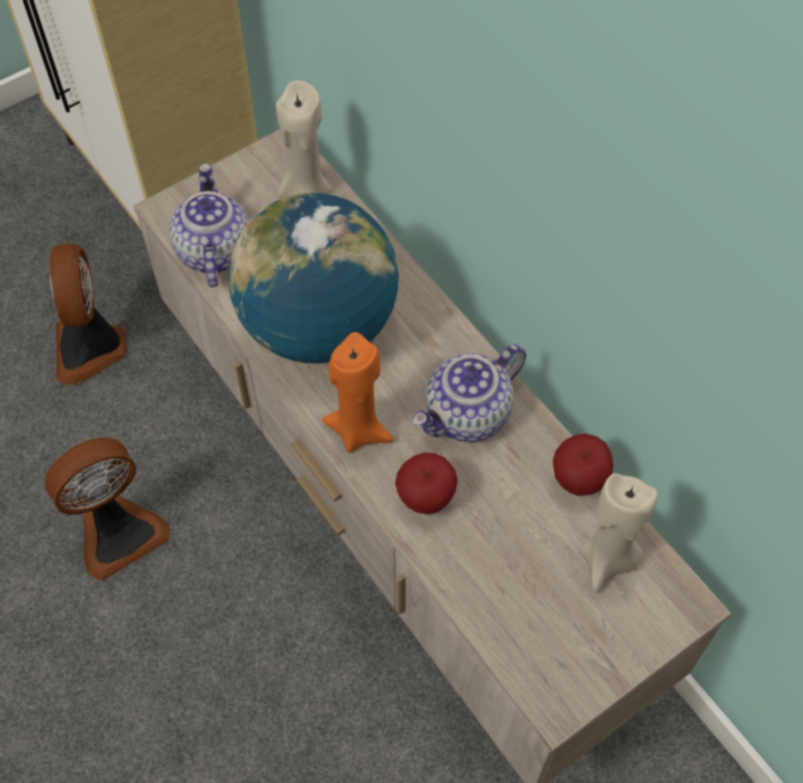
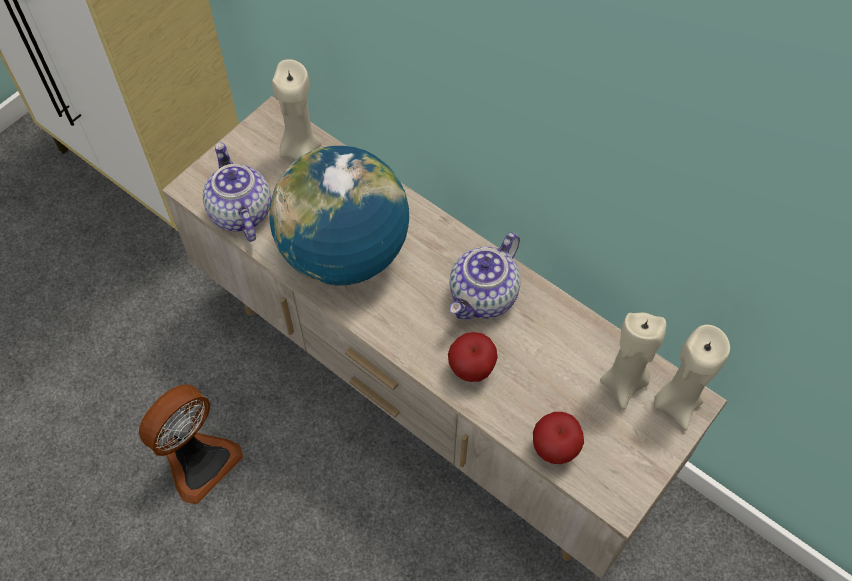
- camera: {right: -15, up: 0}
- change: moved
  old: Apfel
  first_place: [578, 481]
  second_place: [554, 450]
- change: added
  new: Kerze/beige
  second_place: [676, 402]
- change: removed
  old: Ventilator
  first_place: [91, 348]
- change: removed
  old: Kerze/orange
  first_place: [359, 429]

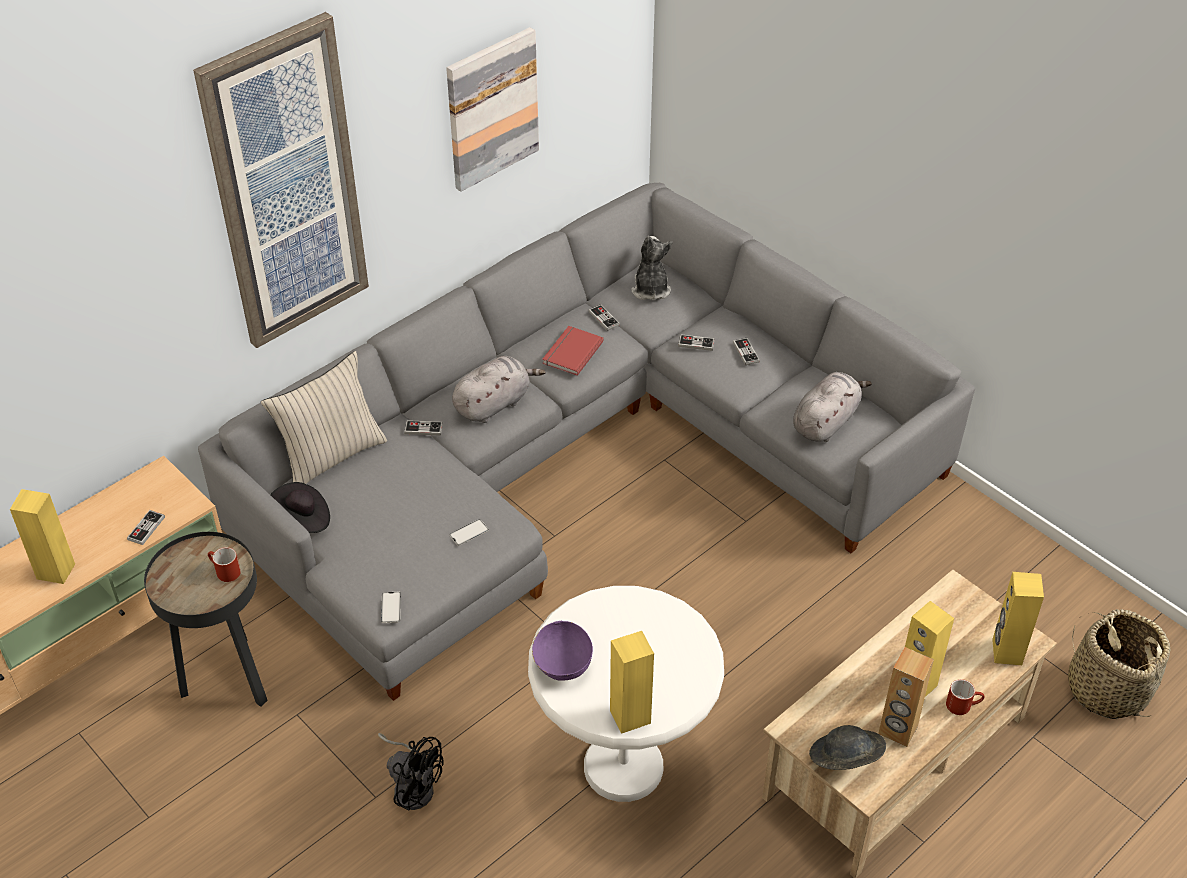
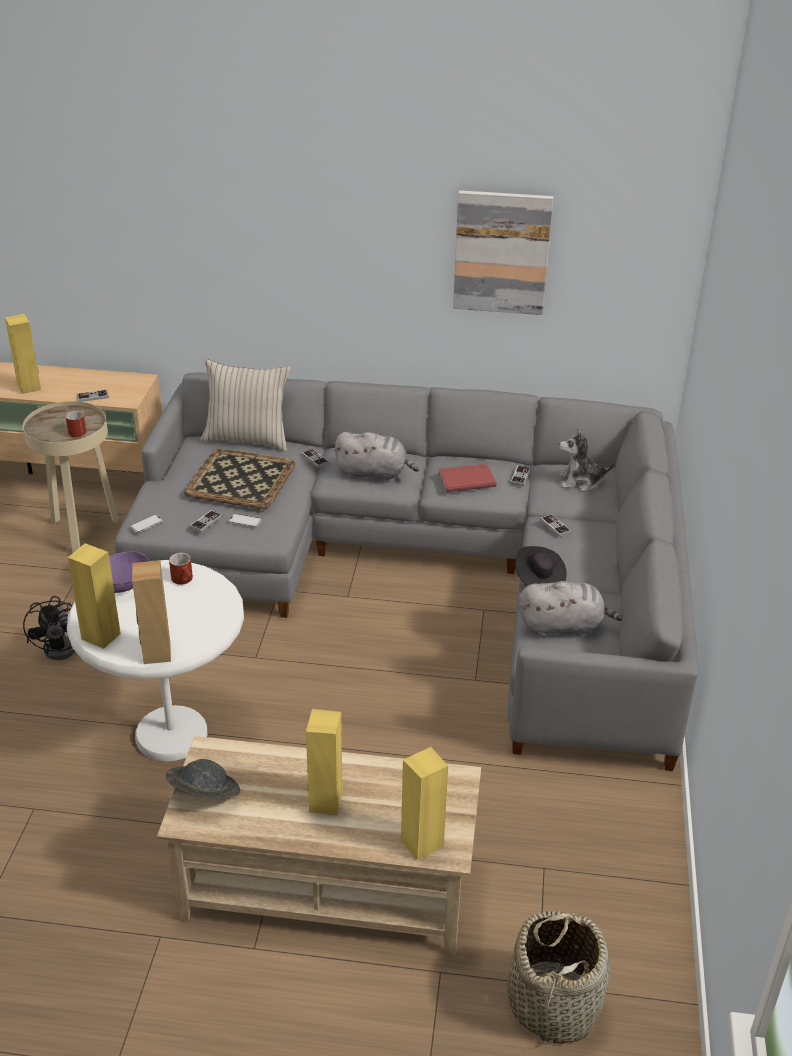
- camera: {right: 50, up: -10}
- change: recoloured
  old: Beistelltisch/schwarz
  new: Beistelltisch/beige
  first_place: [229, 679]
  second_place: [83, 532]
- change: moved
  old: Lautsprecher/braun
  first_place: [897, 730]
  second_place: [156, 653]
- change: moved
  old: Henkelbecher/rot
  first_place: [963, 705]
  second_place: [184, 580]
- change: added
  new: Tablett
  second_place: [242, 479]
- change: moved
  old: Gamepad
  first_place: [746, 352]
  second_place: [206, 522]
- change: moved
  old: Hut/schwarz
  first_place: [302, 519]
  second_place: [538, 581]
- change: turned
  old: Plüschtier
  first_place: [650, 289]
  second_place: [581, 482]
  degrees: -135
- change: removed
  old: Bild
  first_place: [286, 186]

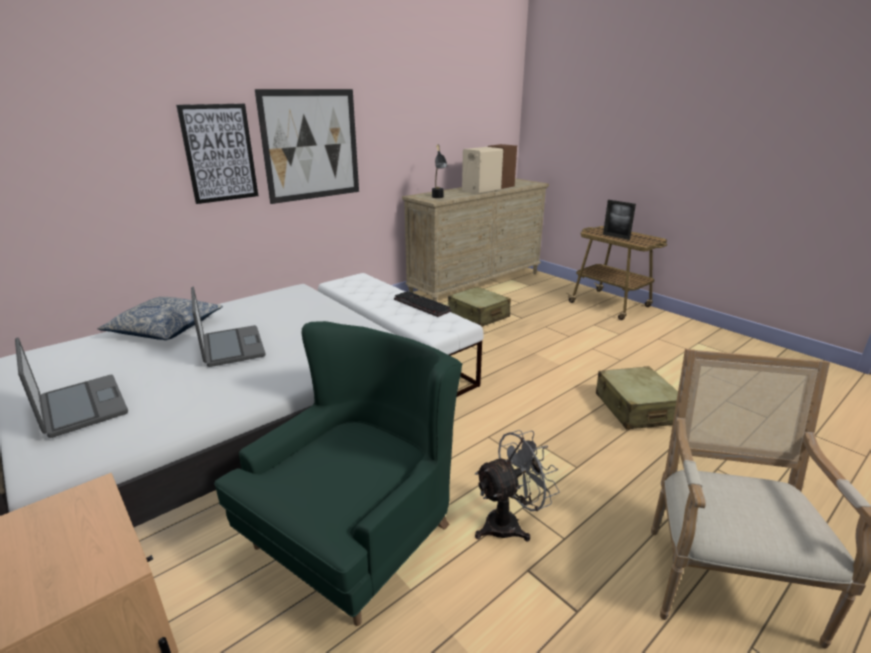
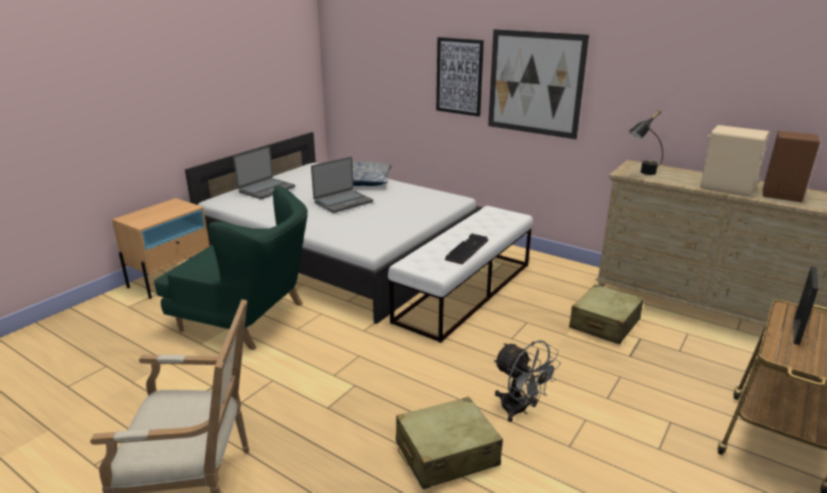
- camera: {right: 75, up: 0}
- change: moved
  old: Ventilator/grau
  first_place: [509, 523]
  second_place: [520, 410]

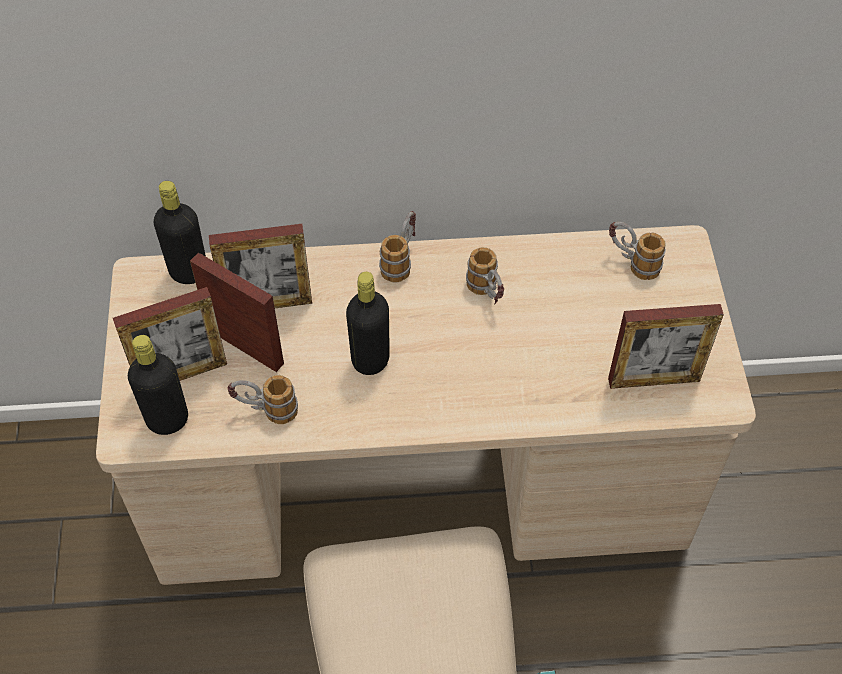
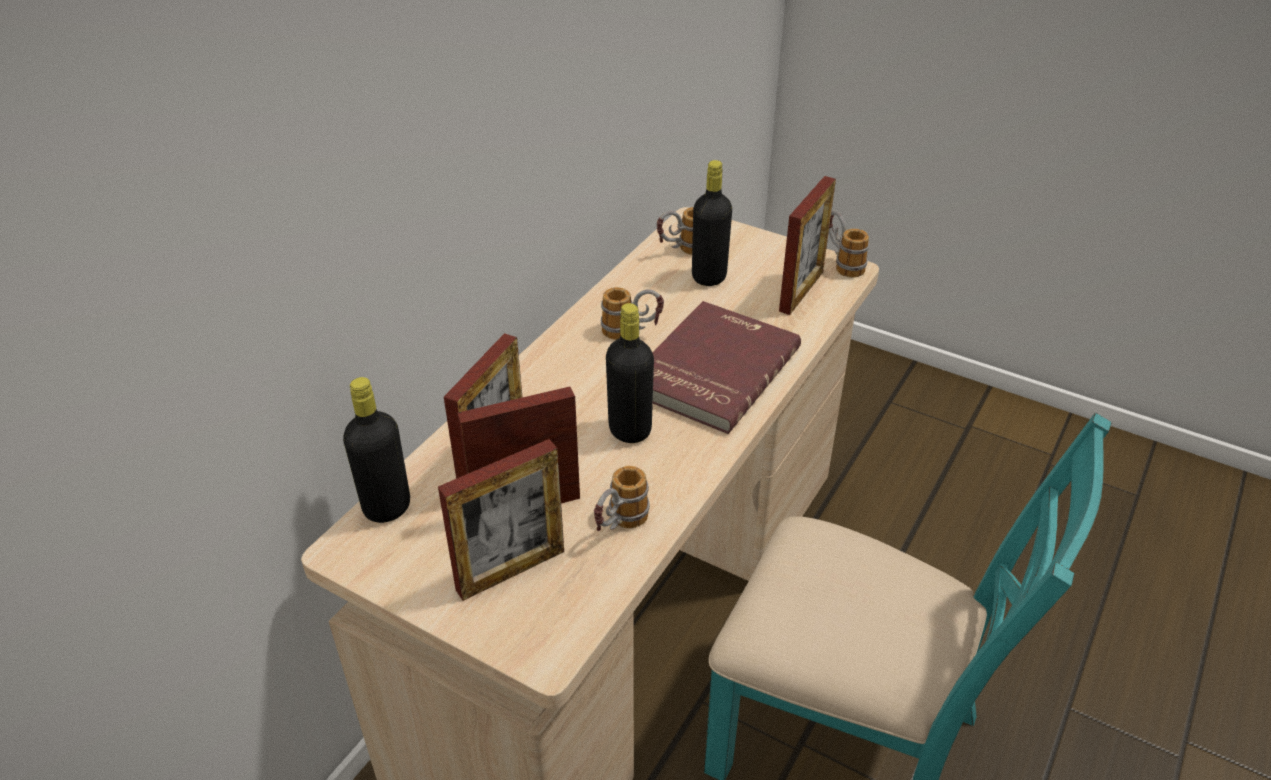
- camera: {right: -55, up: -15}
- change: turned
  old: Bilderrahmen
  first_place: [182, 374]
  second_place: [510, 570]
  degrees: 45
- change: added
  new: Buch/rot
  second_place: [711, 369]
- change: moved
  old: Flasche/schwarz
  first_place: [167, 420]
  second_place: [709, 277]
- change: moved
  old: Henkelbecher
  first_place: [401, 260]
  second_place: [841, 263]

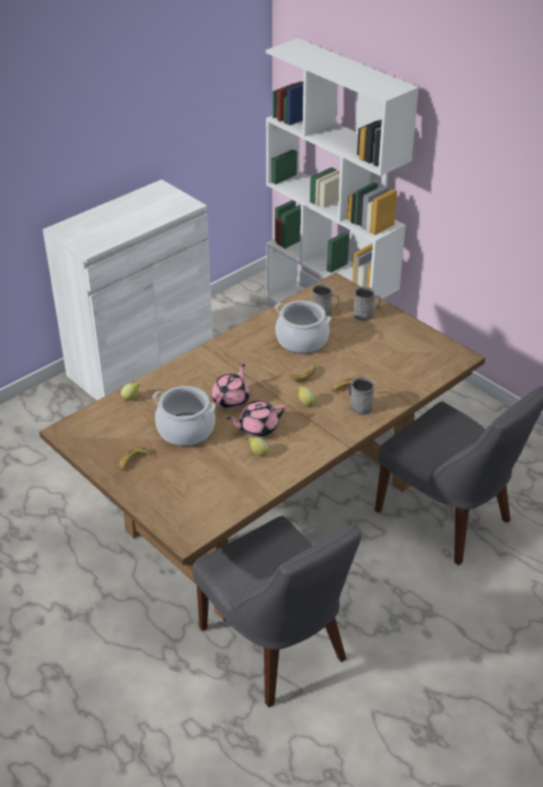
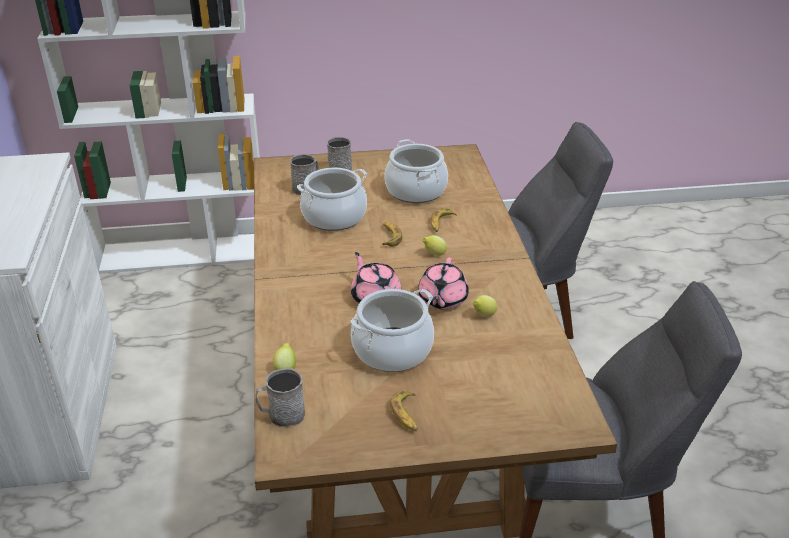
- camera: {right: -55, up: -5}
- change: moved
  old: Henkelbecher/grau
  first_place: [358, 406]
  second_place: [281, 415]
- change: added
  new: Kochtopf
  second_place: [415, 191]

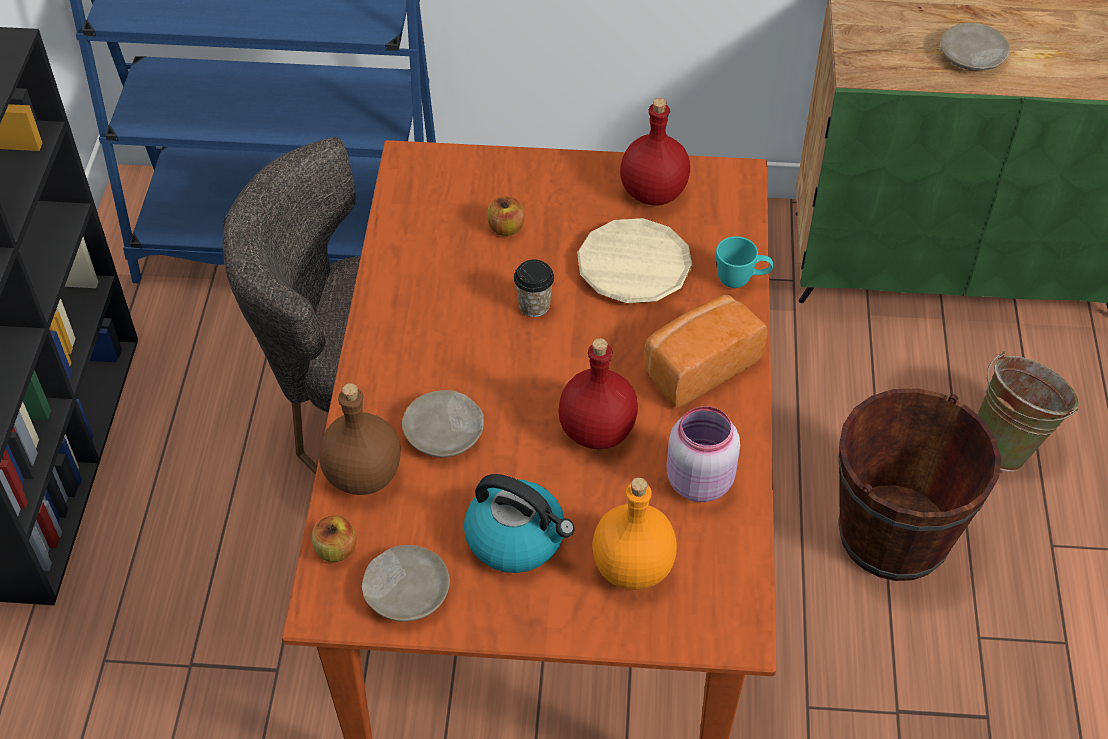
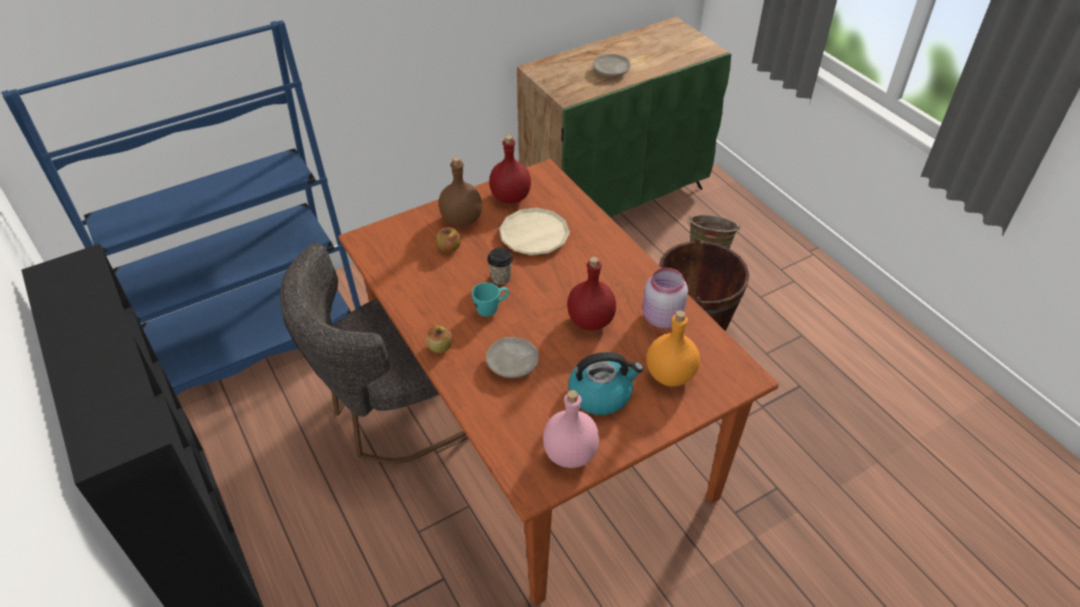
- camera: {right: -35, up: -5}
- change: moved
  old: Apfel
  first_place: [336, 550]
  second_place: [440, 347]
- change: moved
  old: Flasche/braun
  first_place: [364, 474]
  second_place: [461, 219]
- change: moved
  old: Henkelbecher/türkis
  first_place: [741, 280]
  second_place: [491, 309]
- change: replaced
  old: Teller/beige
  new: Flasche/rosa
  first_place: [407, 591]
  second_place: [569, 453]
- change: removed
  old: Brot
  first_place: [698, 365]

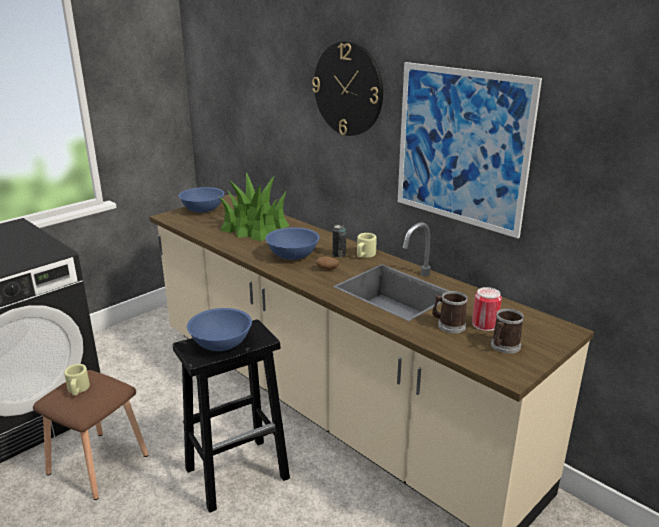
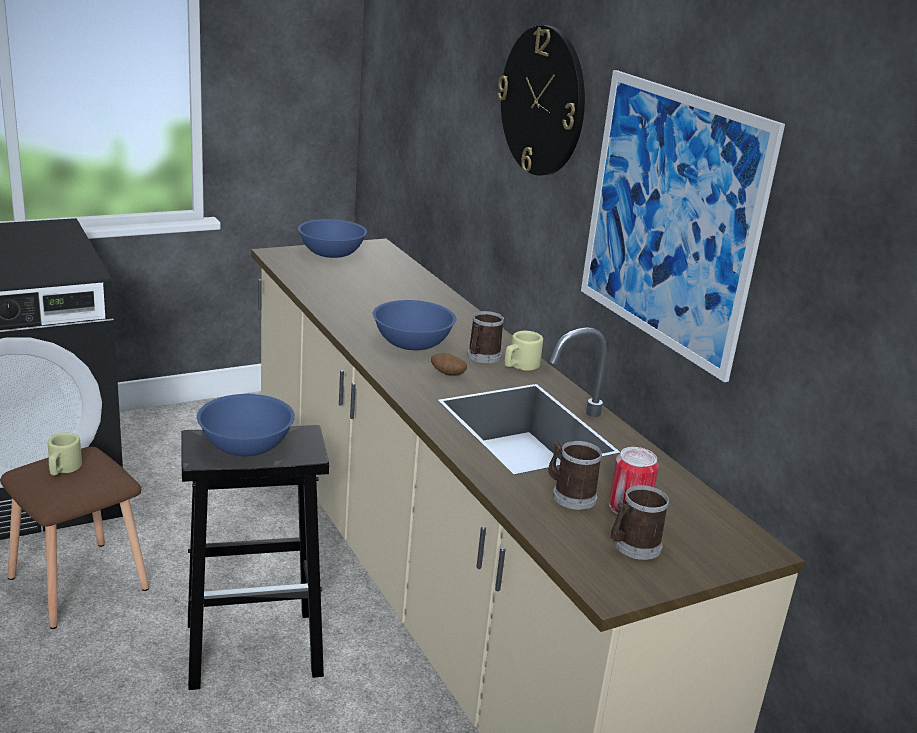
- camera: {right: 15, up: 0}
- change: replaced
  old: Dose
  new: Henkelbecher
  first_place: [339, 254]
  second_place: [482, 357]
- change: removed
  old: Topfpflanze
  first_place: [254, 228]

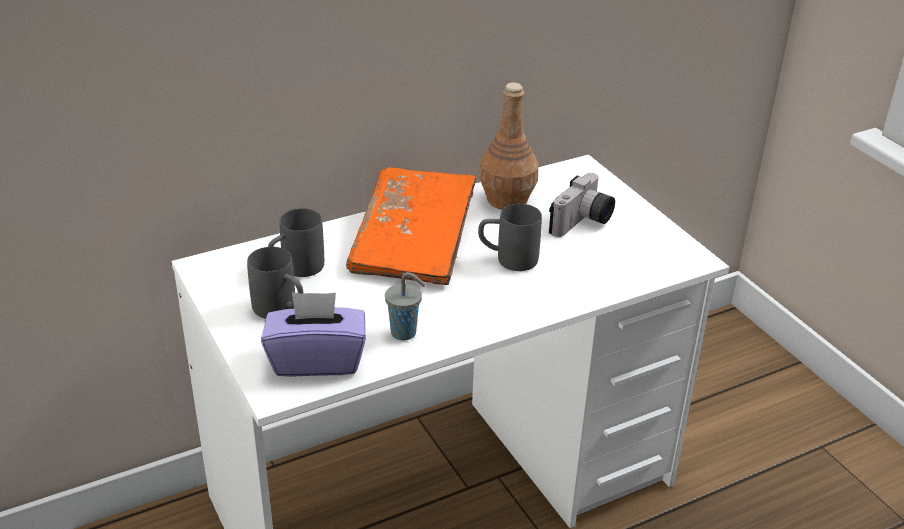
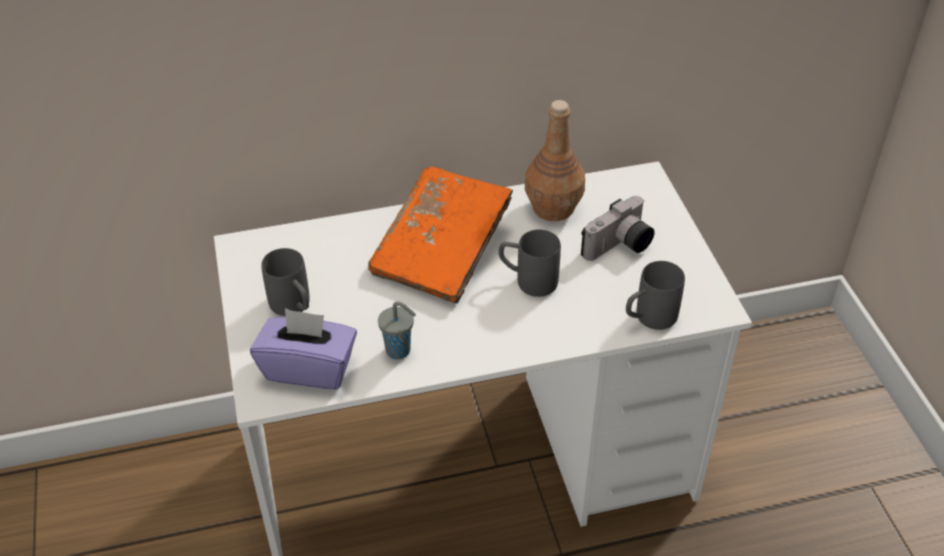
- camera: {right: 15, up: 10}
- change: moved
  old: Henkelbecher/grau
  first_place: [295, 269]
  second_place: [648, 319]

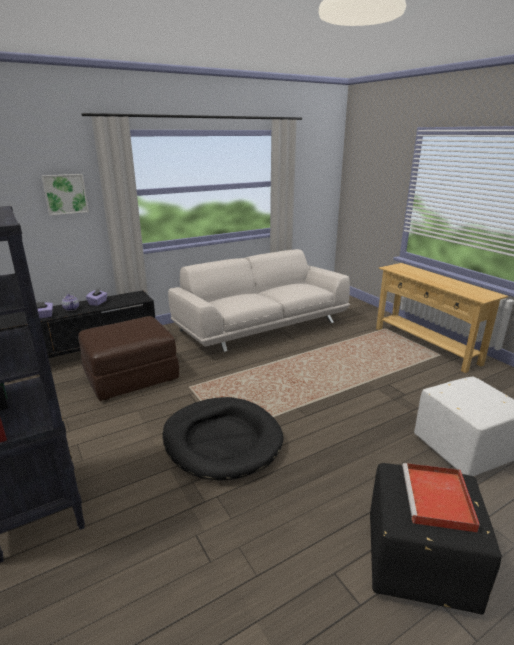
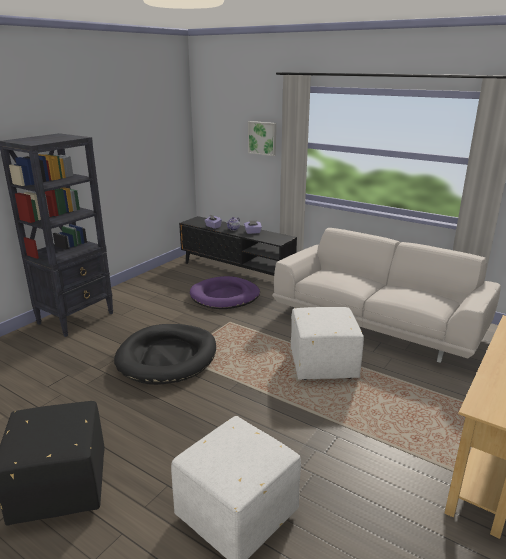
- camera: {right: 65, up: 0}
- change: replaced
  old: Polsterhocker/braun
  new: Hundebett/lila
  first_place: [132, 377]
  second_place: [225, 296]
- change: added
  new: Polsterhocker/weiß
  second_place: [322, 365]
- change: removed
  old: Tablett/rot
  first_place: [438, 500]

